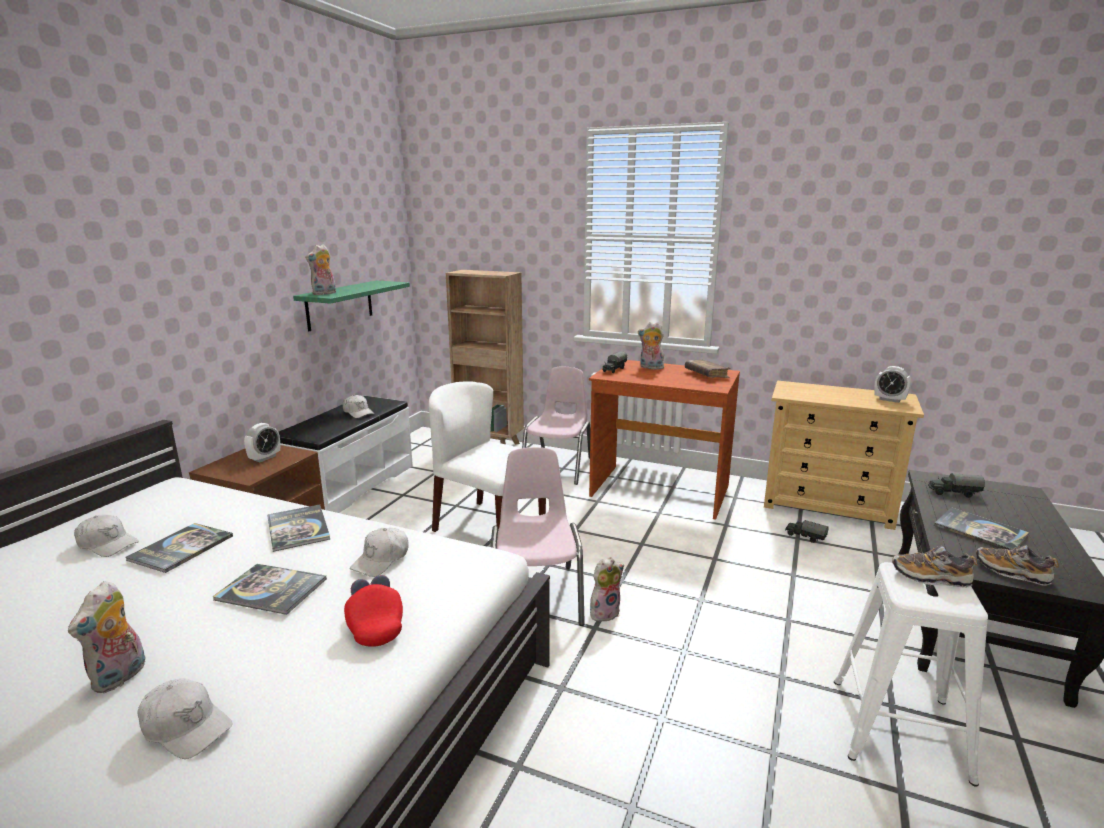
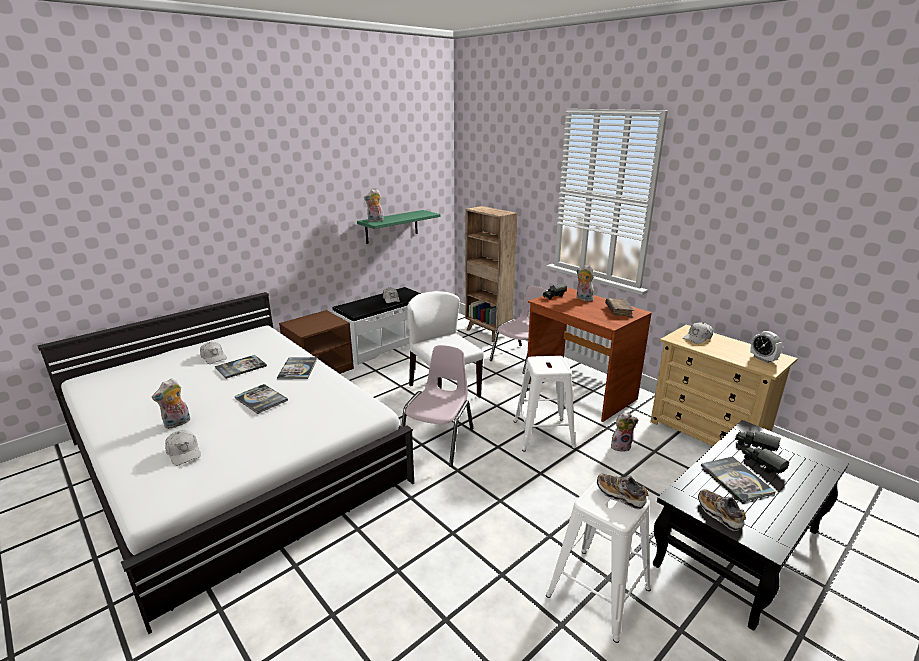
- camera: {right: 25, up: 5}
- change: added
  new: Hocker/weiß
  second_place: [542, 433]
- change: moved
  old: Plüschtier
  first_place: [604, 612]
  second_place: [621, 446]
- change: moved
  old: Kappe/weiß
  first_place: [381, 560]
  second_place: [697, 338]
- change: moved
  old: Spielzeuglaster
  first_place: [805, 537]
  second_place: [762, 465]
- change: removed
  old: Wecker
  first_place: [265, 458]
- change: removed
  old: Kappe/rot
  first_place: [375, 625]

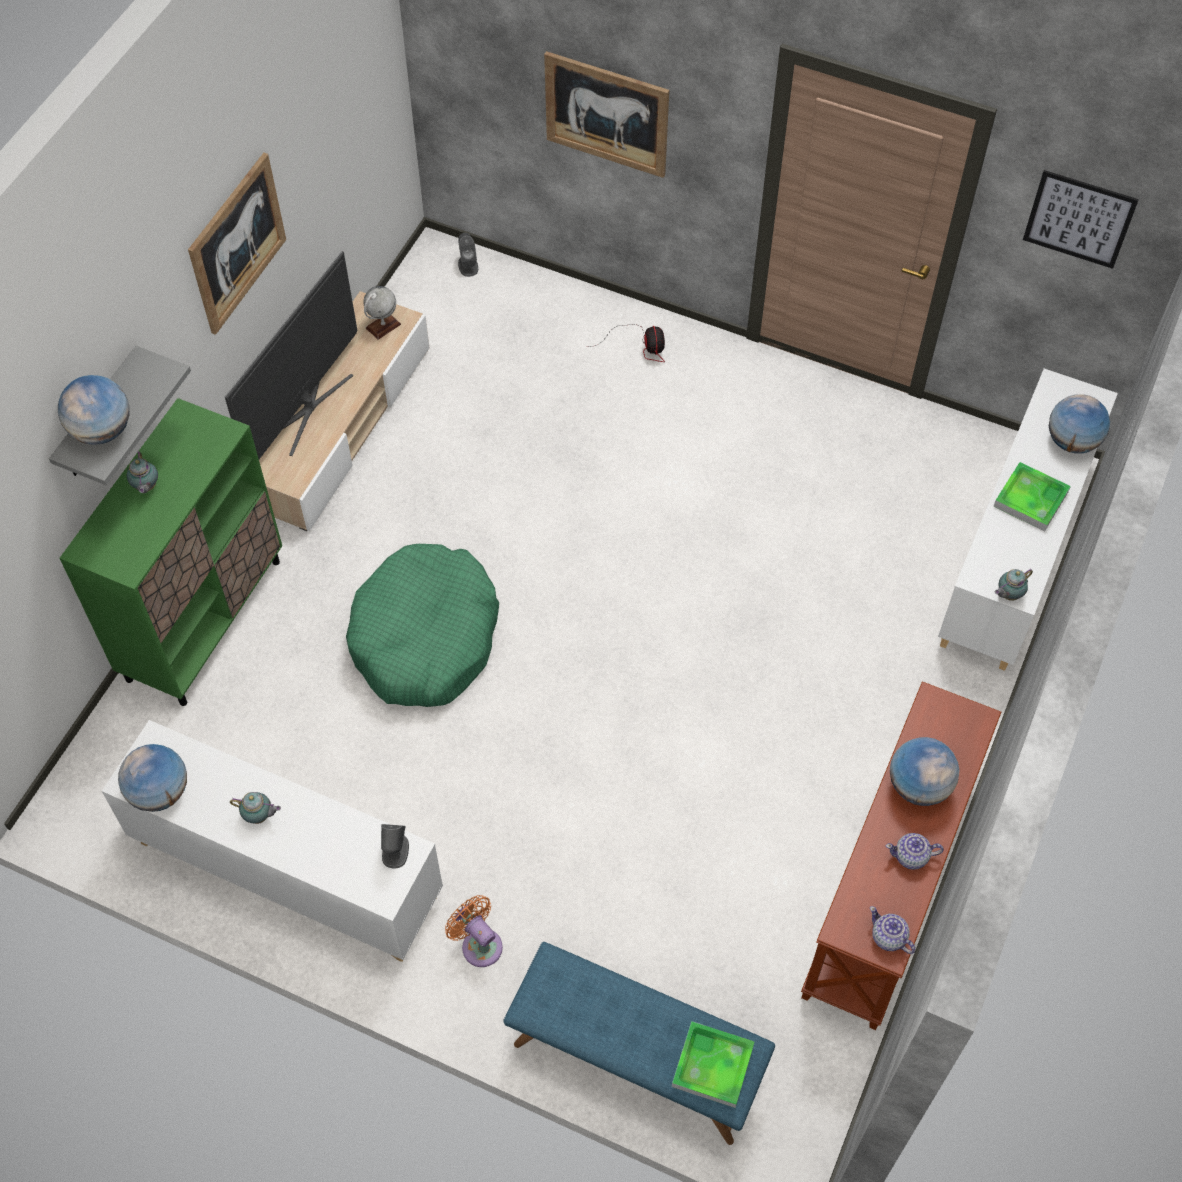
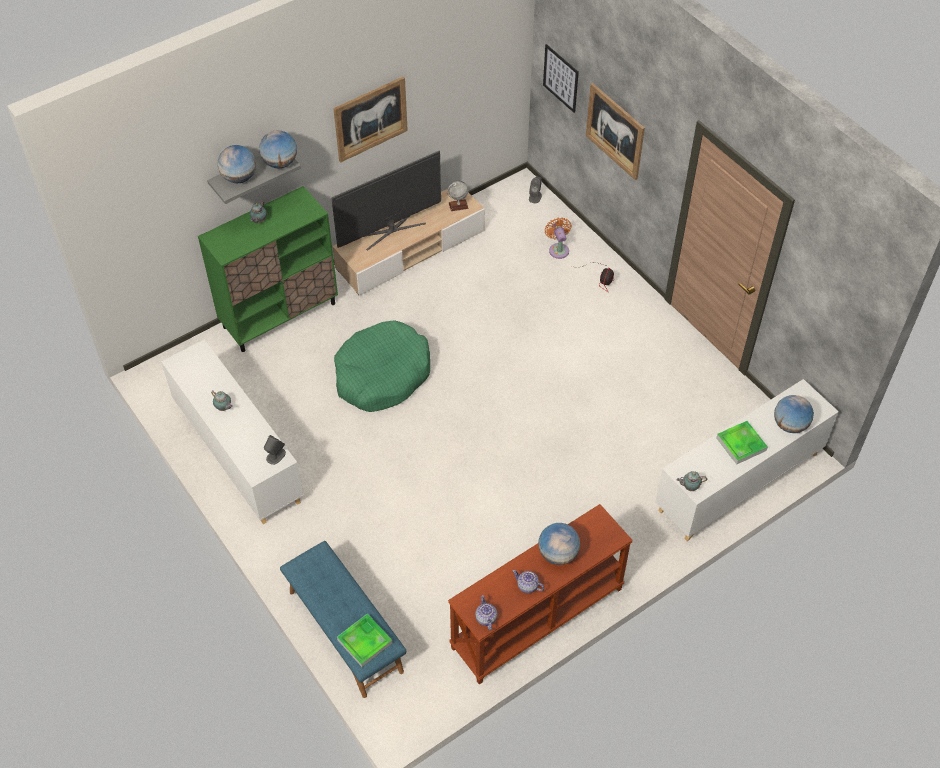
- camera: {right: 30, up: -5}
- change: moved
  old: Globus
  first_place: [160, 792]
  second_place: [280, 163]
- change: moved
  old: Bild
  first_place: [1079, 219]
  second_place: [560, 78]
- change: moved
  old: Ventilator/orange
  first_place: [479, 944]
  second_place: [558, 249]

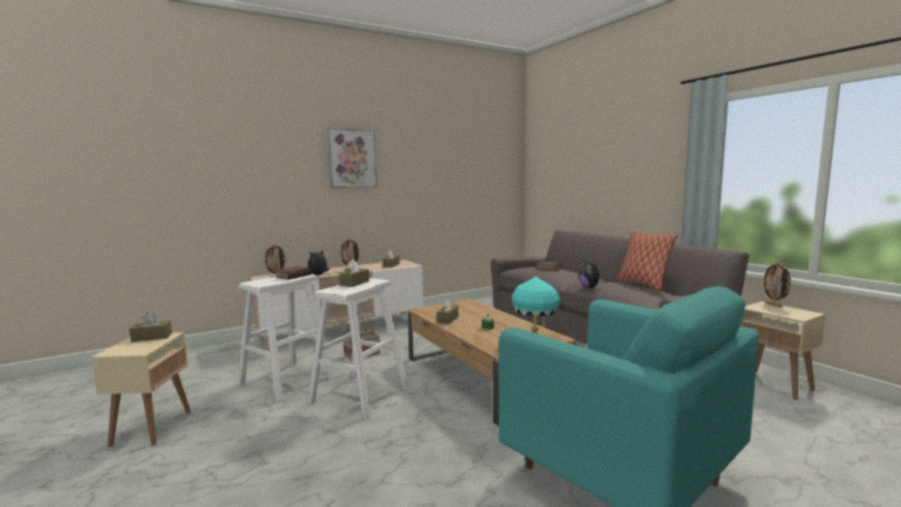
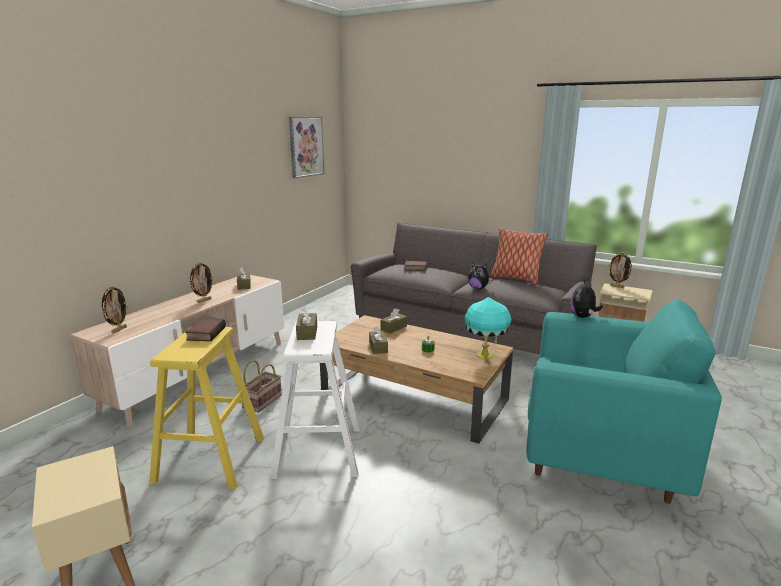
- camera: {right: -30, up: 10}
- change: recoloured
  old: Hocker/weiß
  new: Hocker/gelb
  first_place: [286, 381]
  second_place: [210, 460]
- change: moved
  old: Bild
  first_place: [352, 158]
  second_place: [306, 146]
- change: moved
  old: Taschentuchbox/braun
  first_place: [152, 337]
  second_place: [393, 328]
- change: moved
  old: Plüschtier
  first_place: [318, 275]
  second_place: [583, 317]

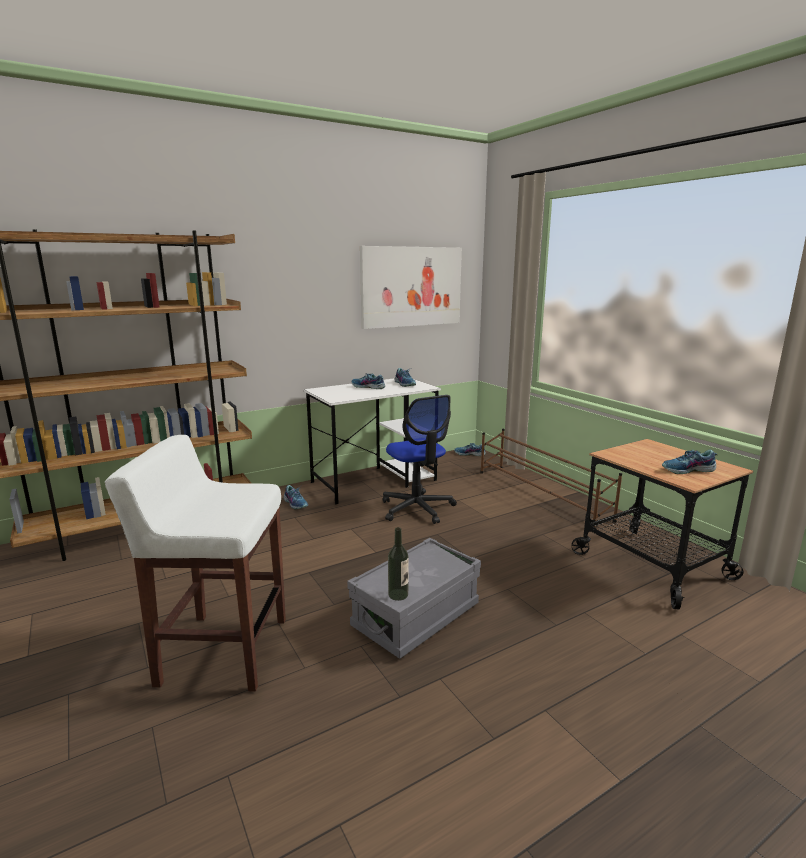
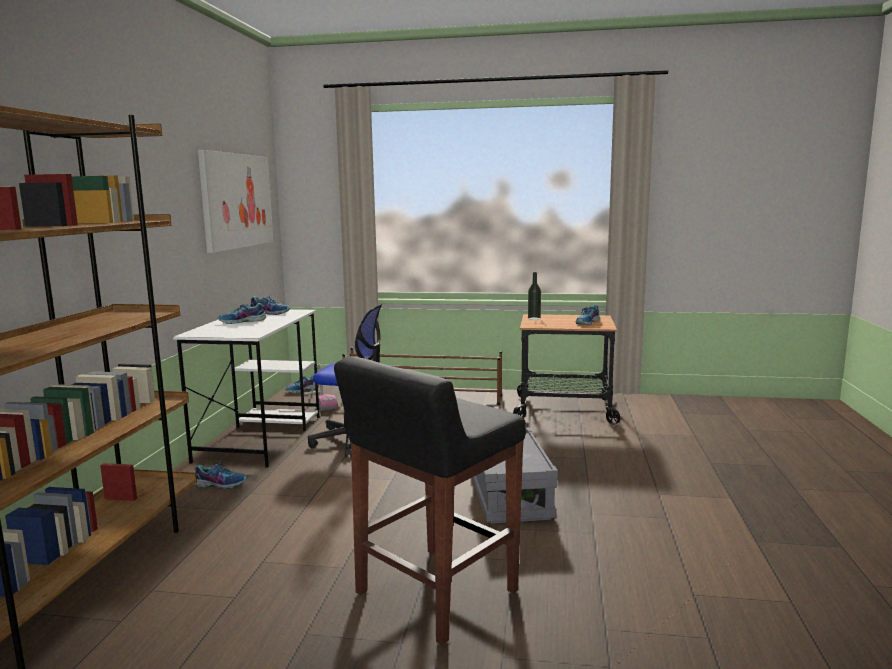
- camera: {right: -50, up: -5}
- change: added
  new: Staubsauger
  second_place: [320, 401]
- change: recoloured
  old: Hocker/weiß
  new: Hocker/schwarz
  first_place: [222, 651]
  second_place: [434, 593]
- change: moved
  old: Flasche
  first_place: [398, 594]
  second_place: [534, 318]

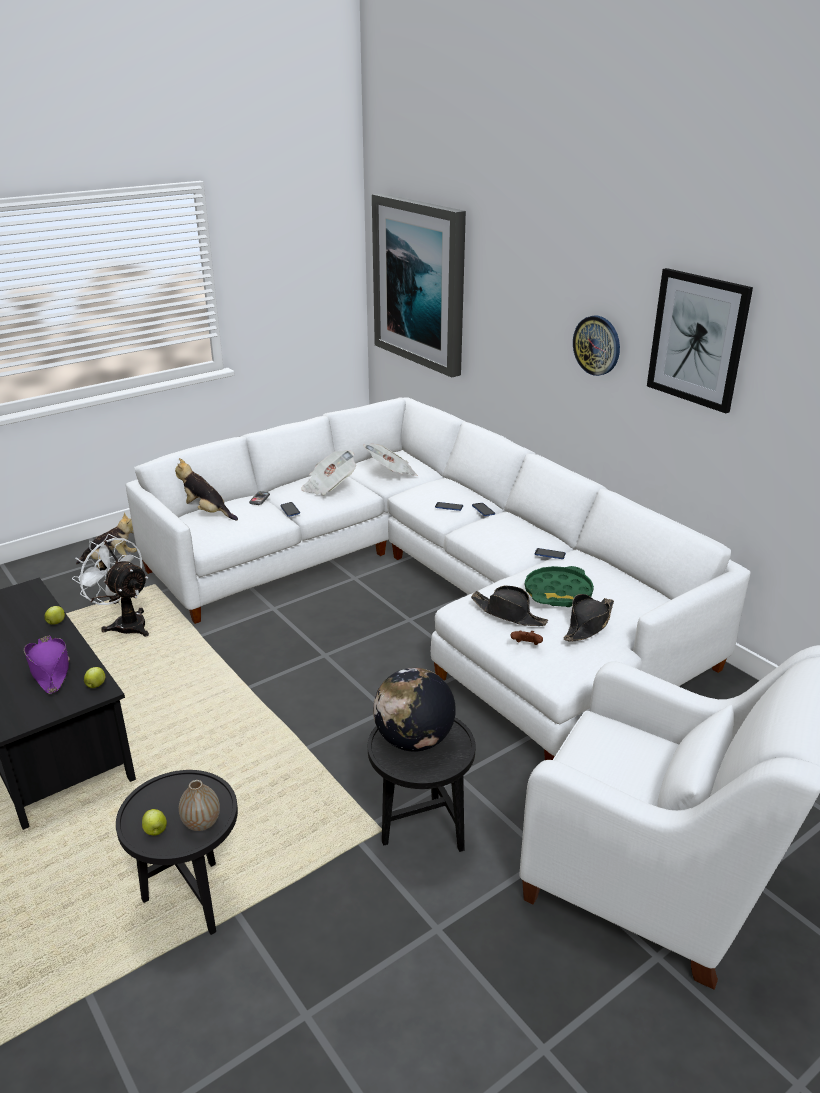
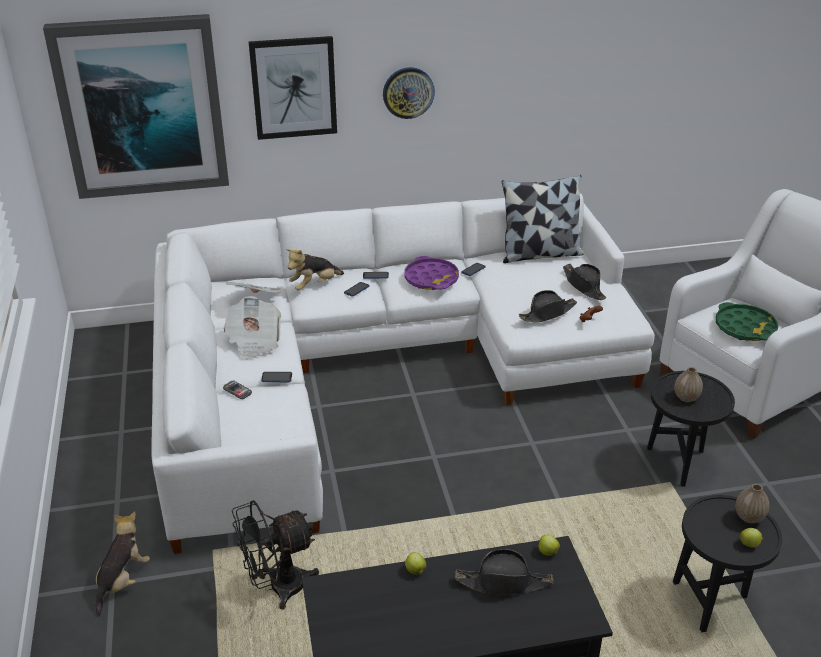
- camera: {right: -65, up: 5}
- change: recoloured
  old: Ventilator/weiß
  new: Ventilator/schwarz
  first_place: [125, 623]
  second_place: [277, 588]
- change: moved
  old: Bild
  first_place: [698, 339]
  second_place: [294, 88]
- change: moved
  old: Plüschtier
  first_place: [206, 512]
  second_place: [314, 285]
- change: added
  new: Tablett/lila
  second_place: [431, 279]
- change: recoloured
  old: Hut/lila
  new: Hut/schwarz
  first_place: [50, 669]
  second_place: [504, 582]
- change: added
  new: Kissen
  second_place: [540, 254]
- change: replaced
  old: Globus
  new: Vase
  first_place: [413, 740]
  second_place: [686, 398]
- change: moved
  old: Tablett/grün
  first_place: [558, 592]
  second_place: [745, 328]

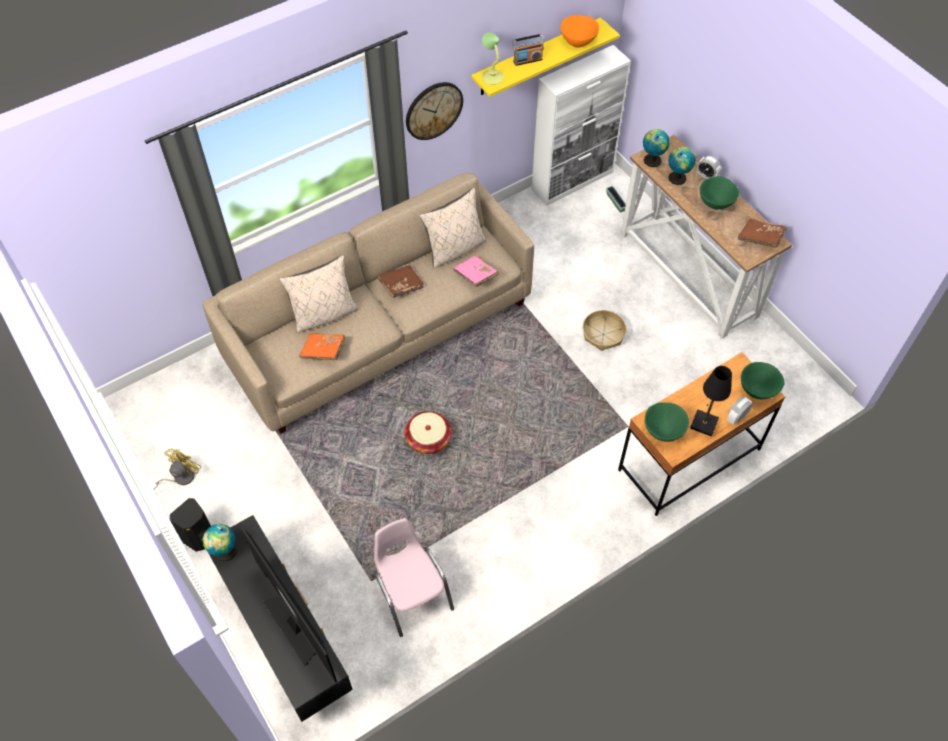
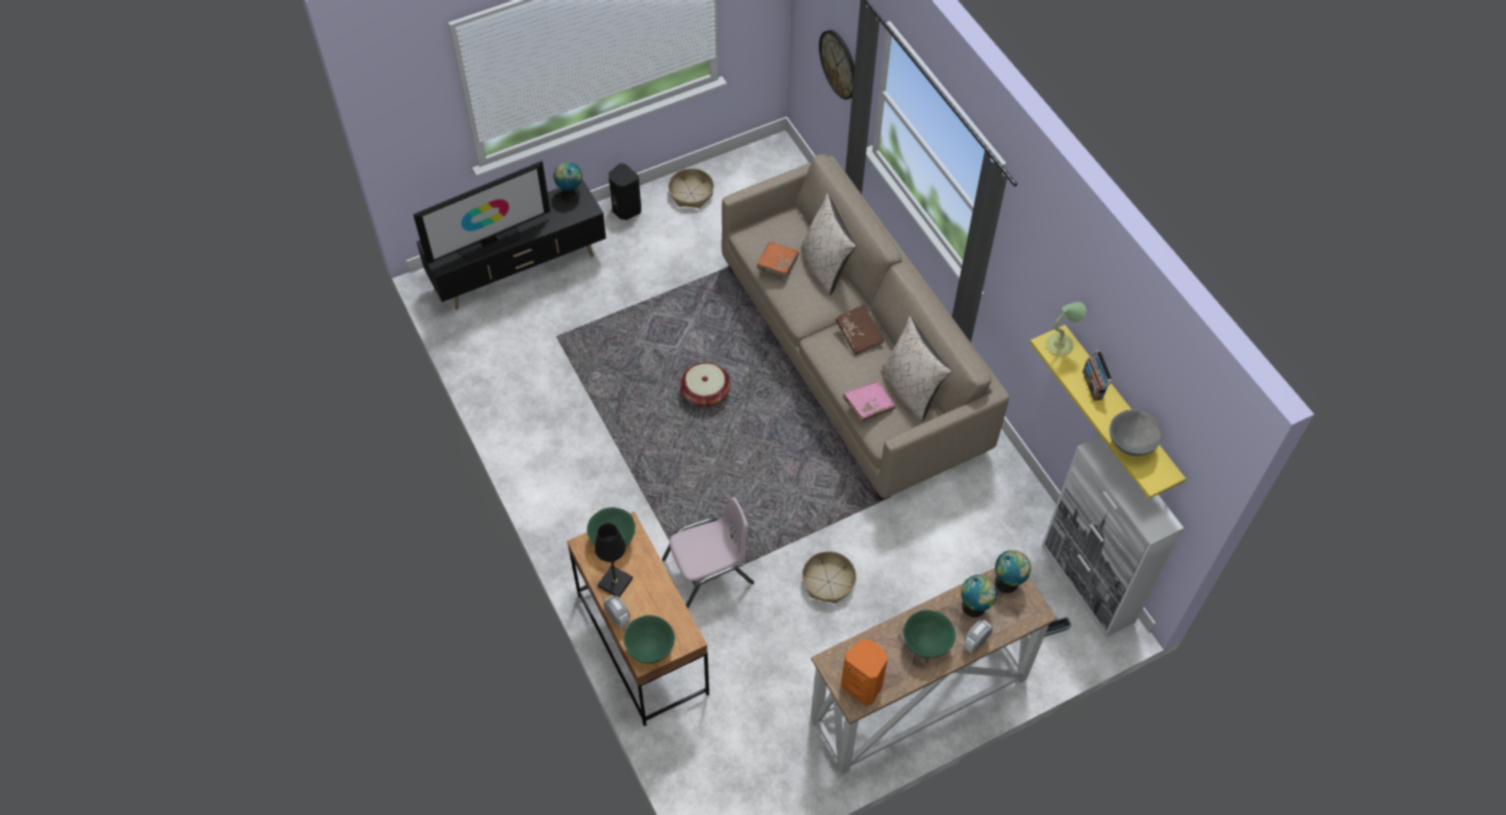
- camera: {right: 95, up: 0}
- change: moved
  old: Stuhl/rosa
  first_place: [411, 592]
  second_place: [709, 572]
- change: replaced
  old: Ventilator/gelb
  new: Korb
  first_place: [179, 478]
  second_place: [691, 193]
- change: moved
  old: Wanduhr
  first_place: [433, 110]
  second_place: [839, 64]
- change: replaced
  old: Buch/braun
  new: Lautsprecher/orange
  first_place: [760, 238]
  second_place: [863, 685]
- change: recoloured
  old: Schüssel/orange
  new: Schüssel/grau
  first_place: [578, 42]
  second_place: [1130, 445]

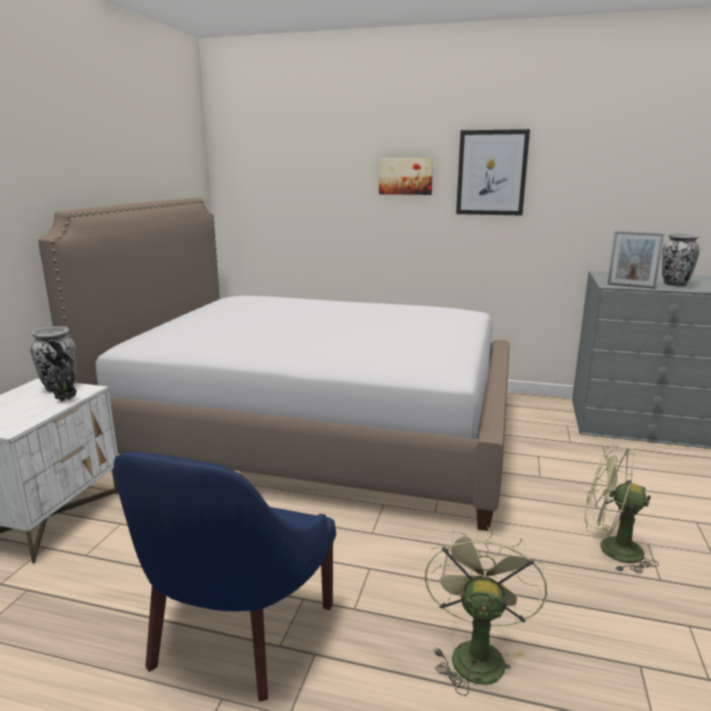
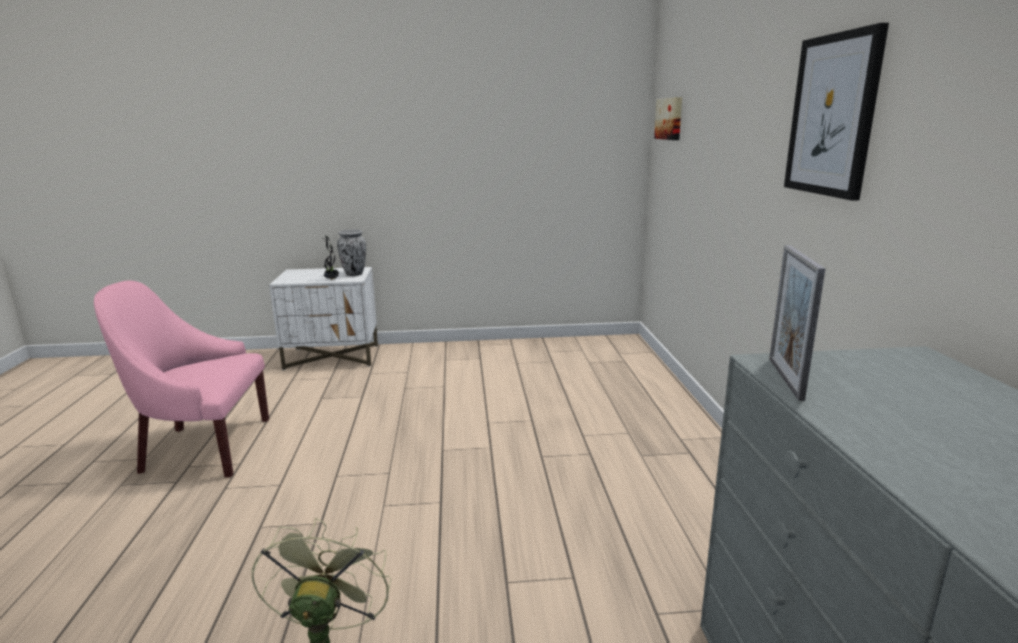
- camera: {right: 70, up: 0}
- change: recoloured
  old: Sessel/blau
  new: Sessel/rosa
  first_place: [234, 635]
  second_place: [203, 447]
- change: moved
  old: Bild
  first_place: [406, 176]
  second_place: [670, 119]
- change: removed
  old: Bett
  first_place: [315, 431]
- change: removed
  old: Ventilator/grün
  first_place: [476, 652]
- change: removed
  old: Vase
  first_place: [674, 284]

